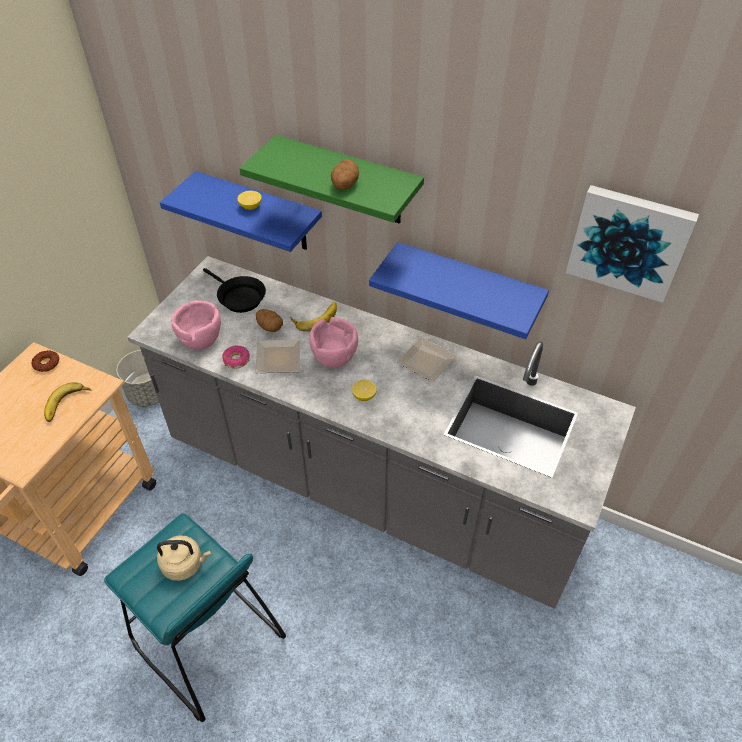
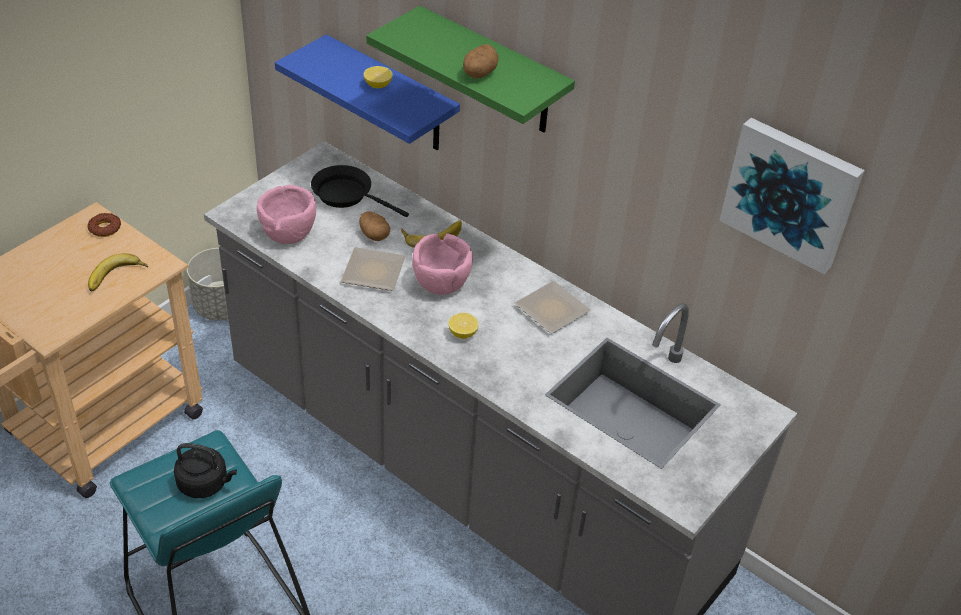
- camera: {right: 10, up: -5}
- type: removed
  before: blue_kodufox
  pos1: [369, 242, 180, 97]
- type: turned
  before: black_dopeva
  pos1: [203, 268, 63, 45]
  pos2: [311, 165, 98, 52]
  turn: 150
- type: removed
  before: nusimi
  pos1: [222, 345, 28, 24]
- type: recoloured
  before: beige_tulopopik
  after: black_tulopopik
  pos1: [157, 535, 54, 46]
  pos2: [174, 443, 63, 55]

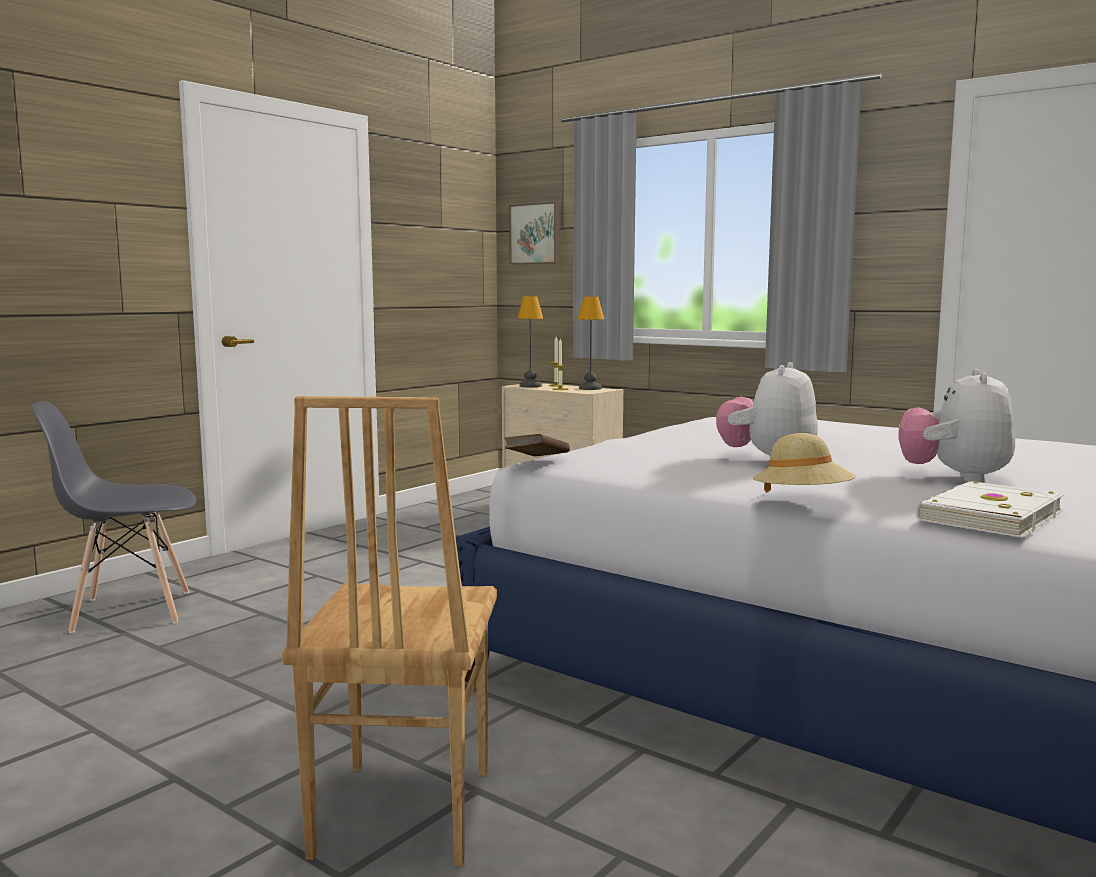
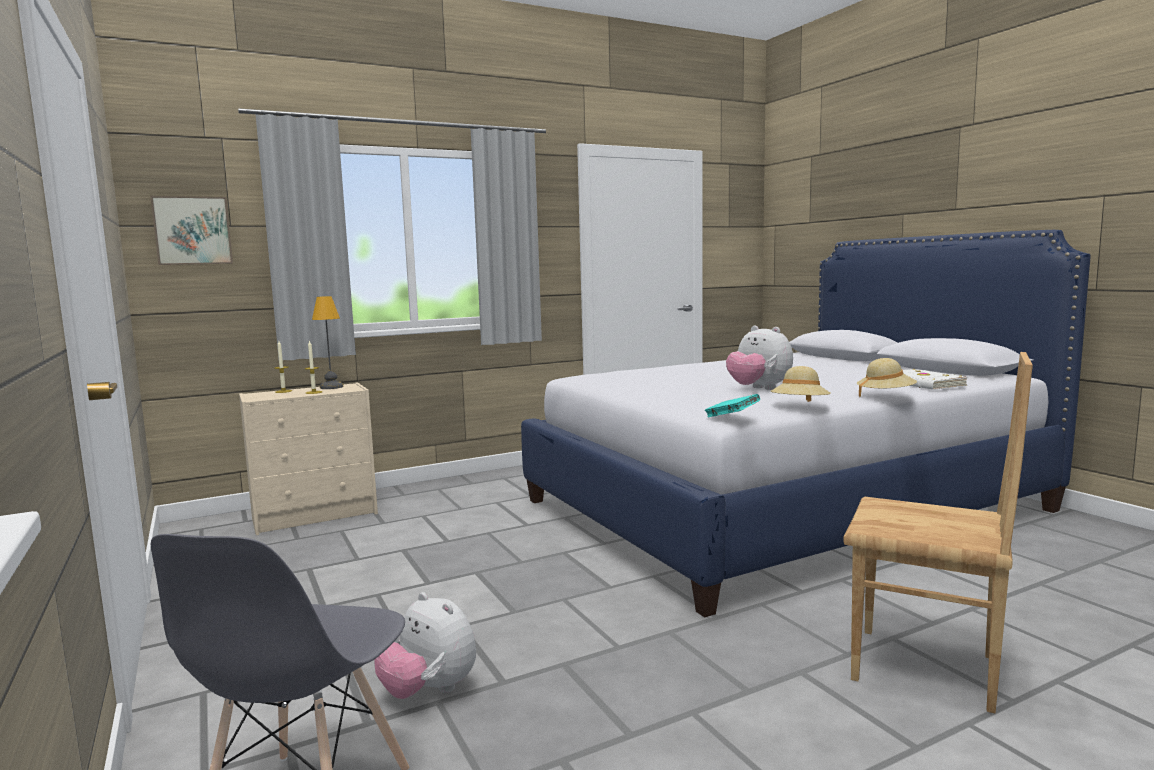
- camera: {right: -65, up: 0}
- type: removed
  before: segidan
  pos1: [517, 296, 26, 91]
- type: moved
  before: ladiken
  pos1: [898, 369, 117, 114]
  pos2: [374, 592, 102, 107]
- type: recoloured
  before: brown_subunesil
  after: turquoise_subunesil
  pos1: [504, 434, 66, 22]
  pos2: [705, 394, 55, 24]
- type: added
  after: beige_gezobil
  pos2: [771, 366, 60, 36]

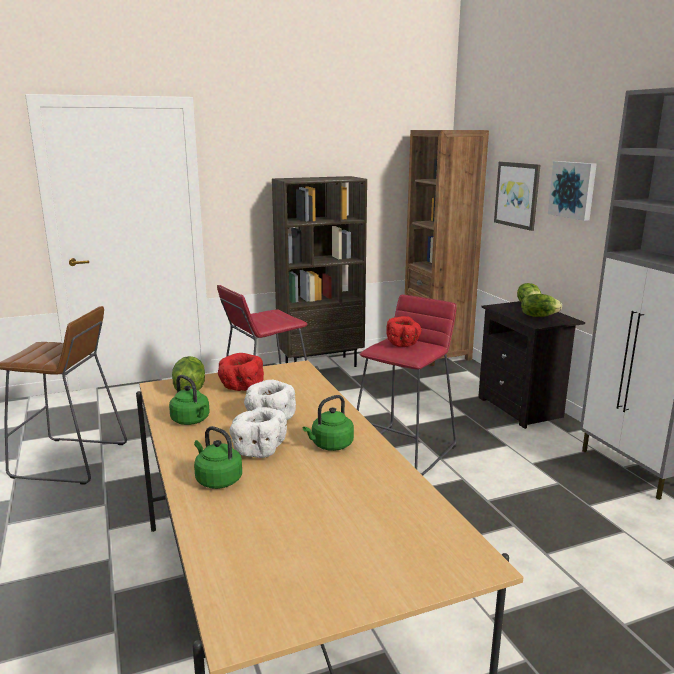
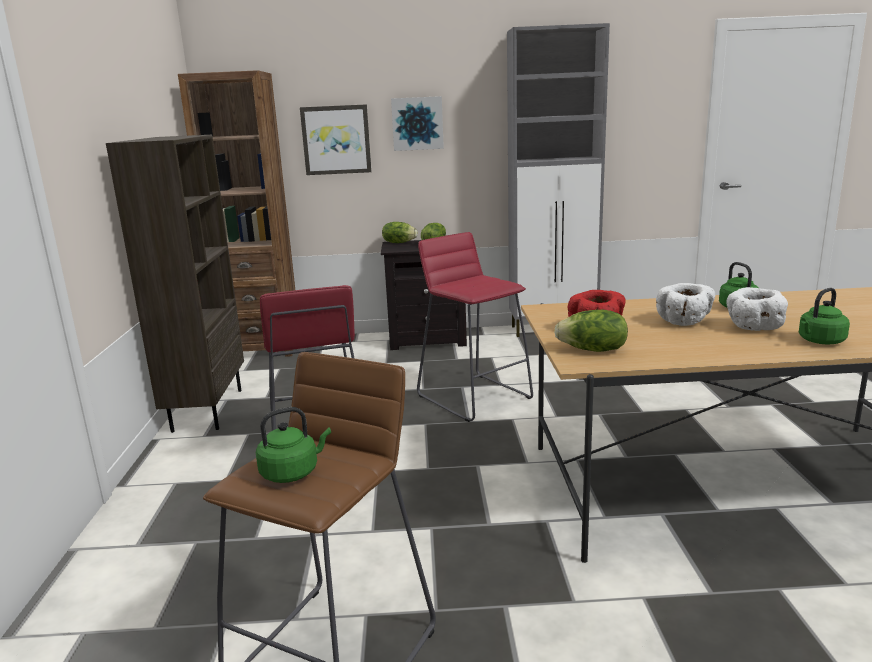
- camera: {right: -70, up: 0}
- type: removed
  before: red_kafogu
  pos1: [386, 316, 35, 31]
- type: moved
  before: green_tulopopik
  pos1: [169, 375, 41, 50]
  pos2: [256, 407, 75, 76]

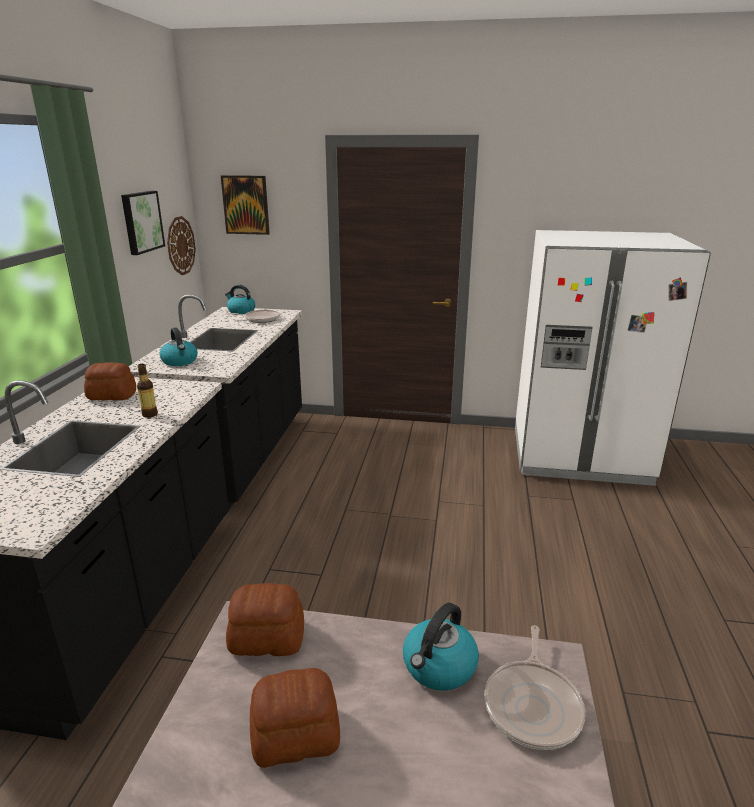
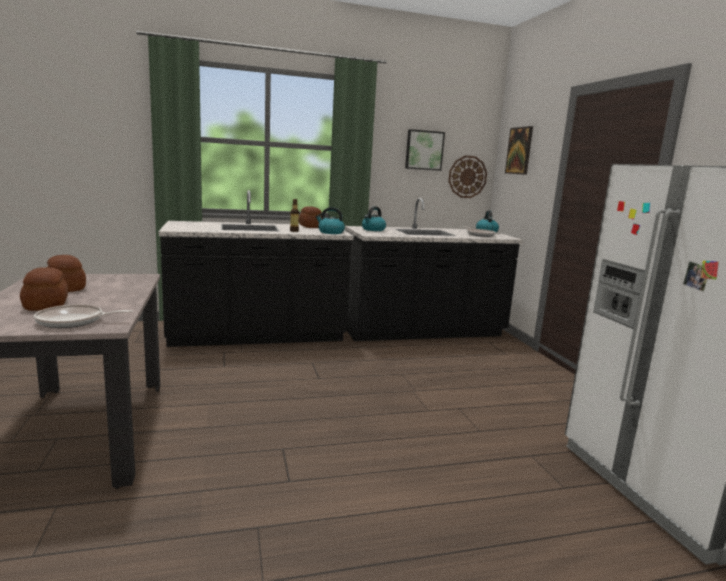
- camera: {right: 65, up: -10}
- type: moved
  before: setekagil
  pos1: [226, 583, 78, 73]
  pos2: [20, 267, 48, 44]
- type: moved
  before: tulopopik
  pos1: [403, 603, 76, 88]
  pos2: [315, 207, 30, 27]

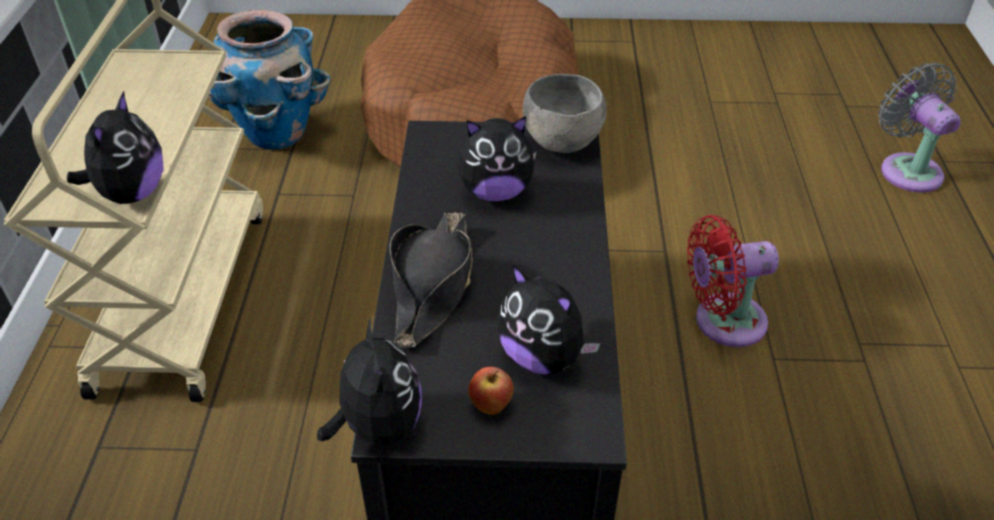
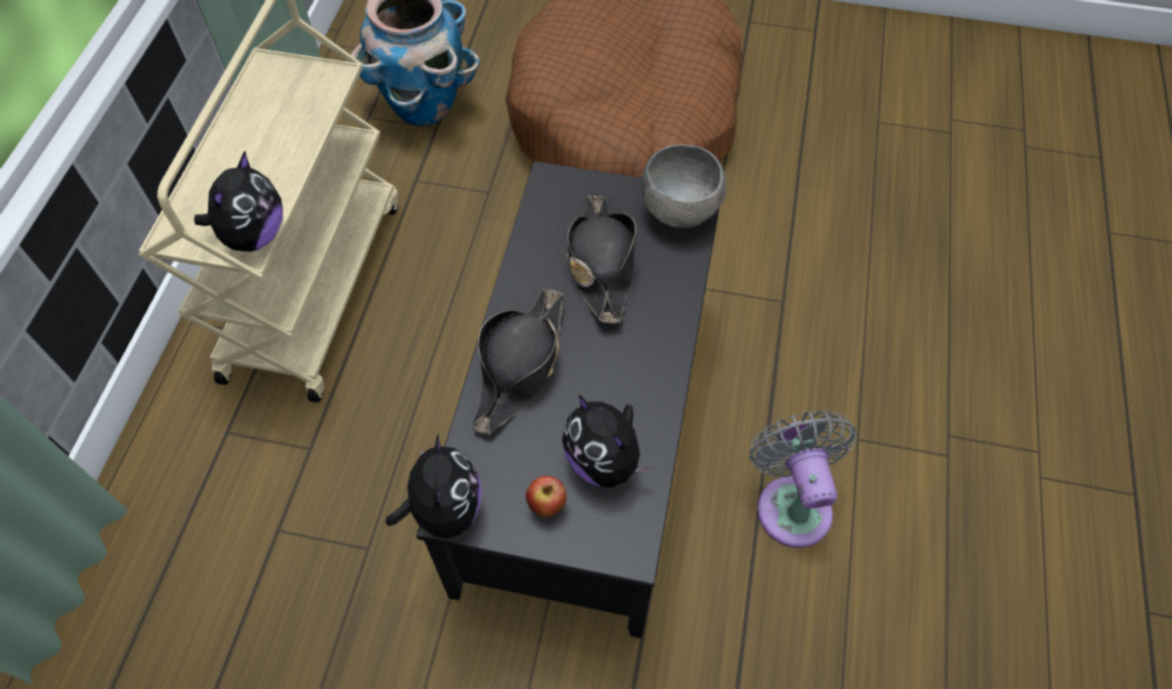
- camera: {right: 10, up: 15}
- type: moved
  before: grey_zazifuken
  pos1: [878, 63, 83, 130]
  pos2: [749, 411, 108, 137]
- type: replaced
  before: ladiken
  after: black_gezobil
  pos1: [458, 116, 79, 85]
  pos2: [567, 195, 69, 129]
- type: removed
  before: red_zazifuken
  pos1: [687, 215, 92, 132]

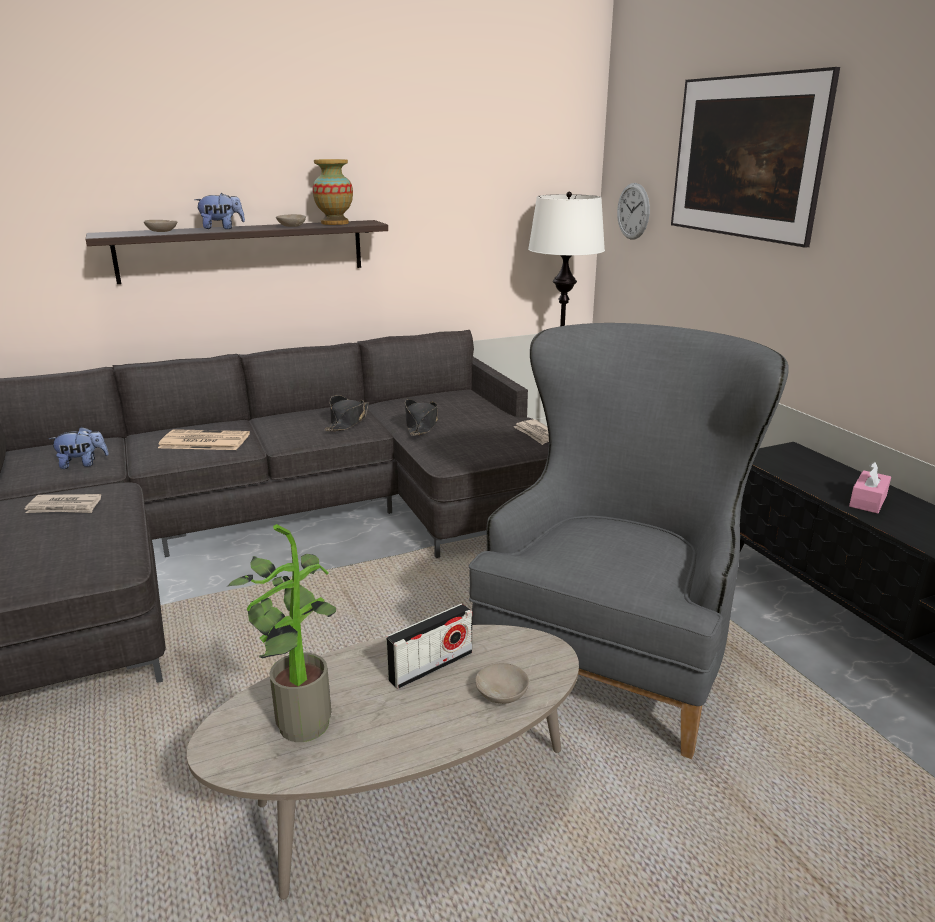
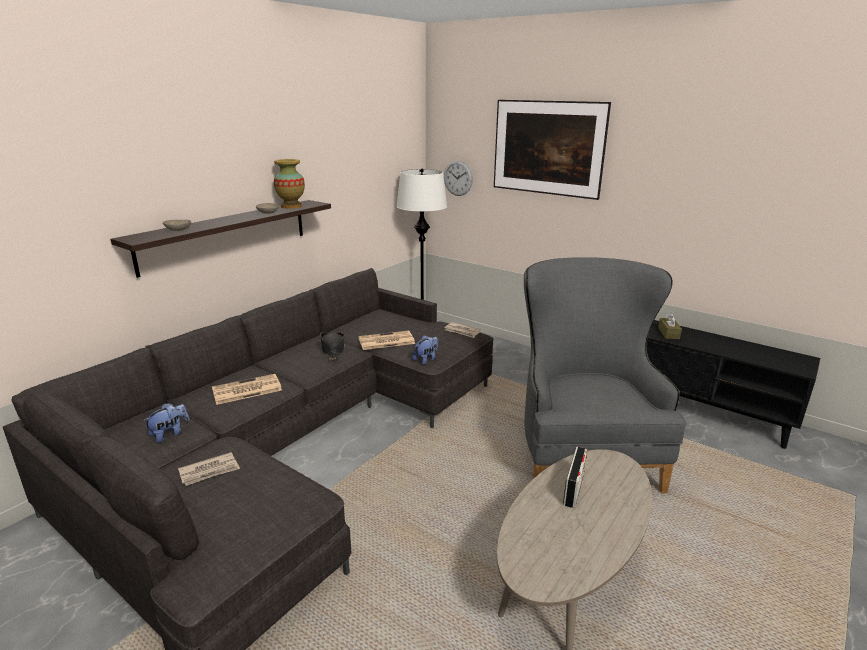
- camera: {right: -30, up: 0}
- type: moved
  before: ladiken
  pos1: [194, 193, 51, 36]
  pos2: [413, 336, 25, 29]
- type: replaced
  before: black_gezobil
  after: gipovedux
  pos1: [405, 399, 33, 37]
  pos2: [358, 331, 57, 19]
- type: recoloured
  before: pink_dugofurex
  after: brown_dugofurex
  pos1: [849, 461, 42, 53]
  pos2: [658, 313, 24, 26]
- type: removed
  before: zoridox
  pos1: [227, 524, 109, 218]
- type: removed
  before: beige_kafogu
  pos1: [475, 663, 54, 41]

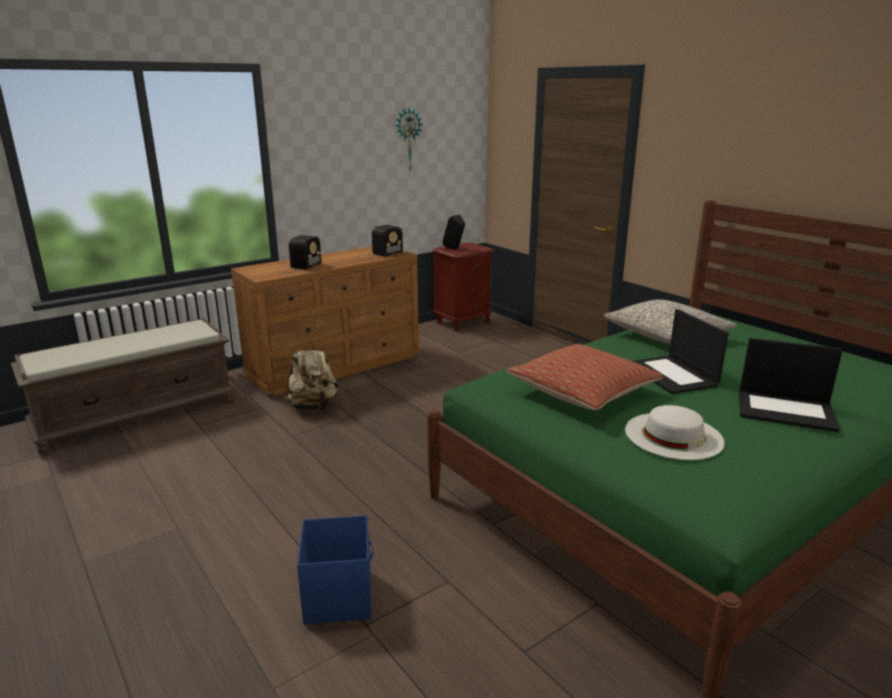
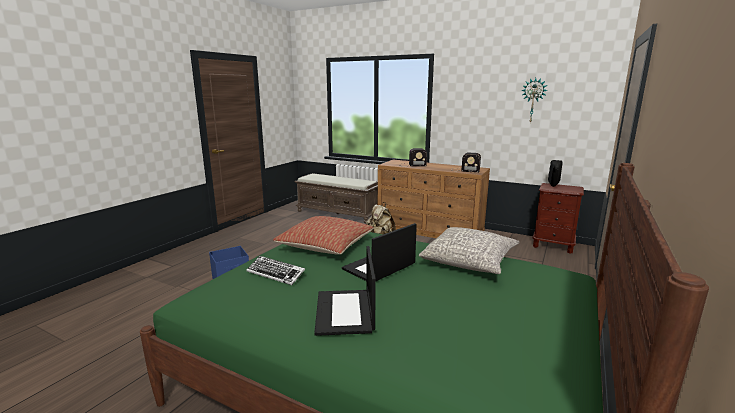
- camera: {right: 65, up: -5}
- type: replaced
  before: white_gezobil
  after: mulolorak
  pos1: [625, 405, 100, 55]
  pos2: [246, 256, 59, 29]

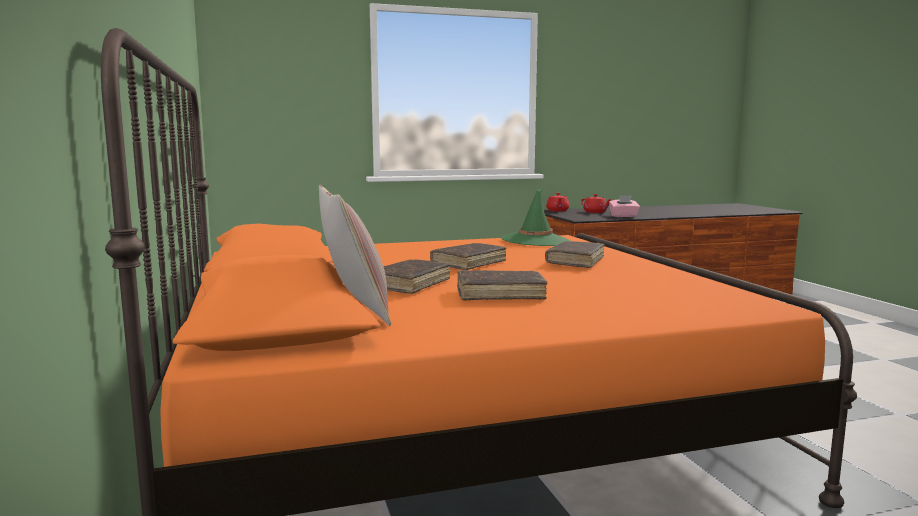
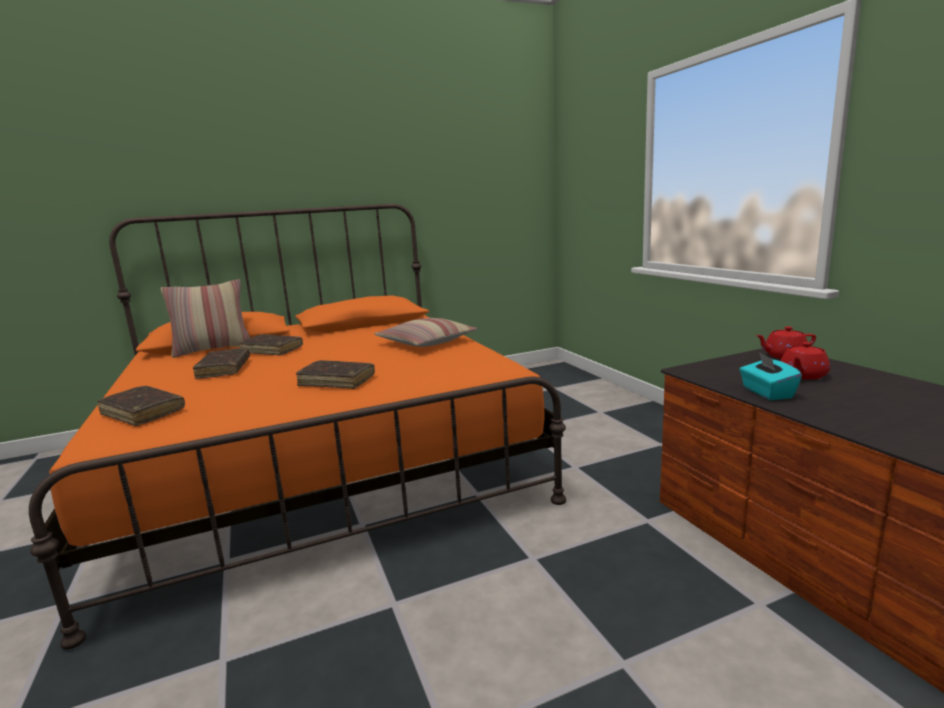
- camera: {right: 85, up: 5}
- type: removed
  before: green_gezobil
  pos1: [501, 188, 69, 58]
- type: recoloured
  before: pink_dugofurex
  after: turquoise_dugofurex
  pos1: [609, 196, 31, 21]
  pos2: [739, 352, 63, 48]
- type: moved
  before: brown_subunesil
  pos1: [430, 243, 77, 27]
  pos2: [98, 386, 87, 40]
- type: added
  after: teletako
  pos2: [374, 318, 103, 29]

